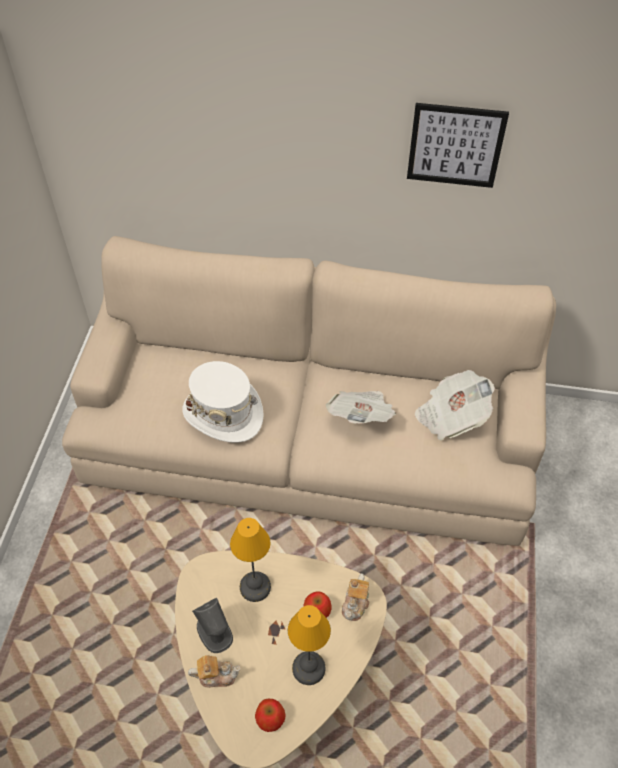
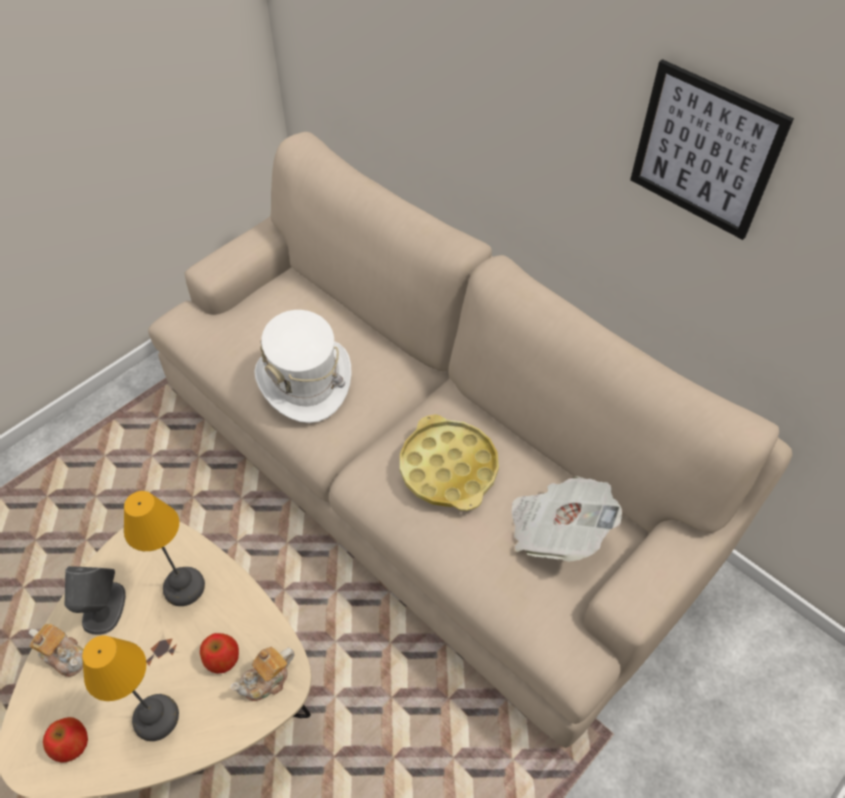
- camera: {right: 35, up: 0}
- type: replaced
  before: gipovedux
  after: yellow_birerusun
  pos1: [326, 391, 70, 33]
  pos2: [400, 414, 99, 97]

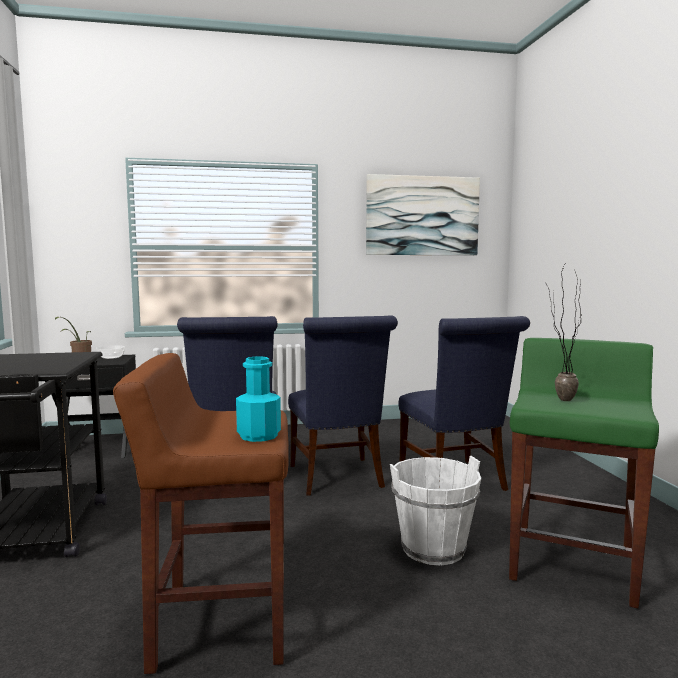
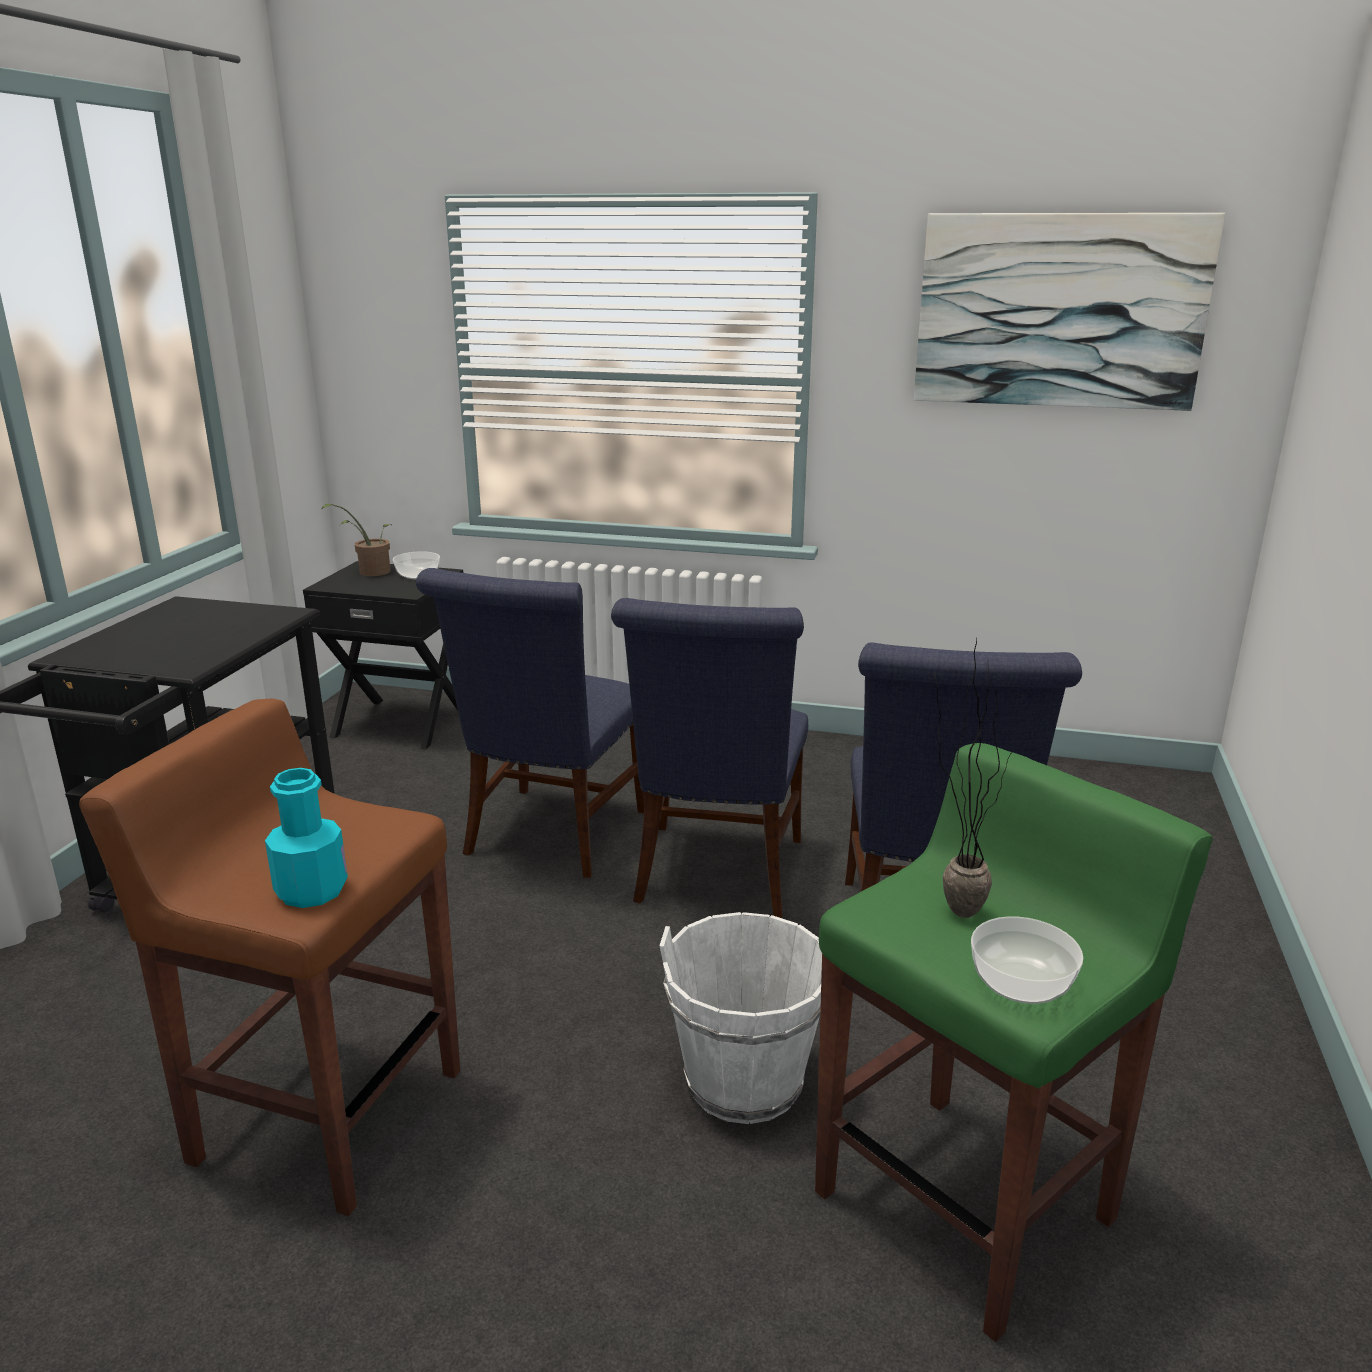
- camera: {right: 25, up: 15}
- type: added
  after: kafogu
  pos2: [971, 916, 112, 88]

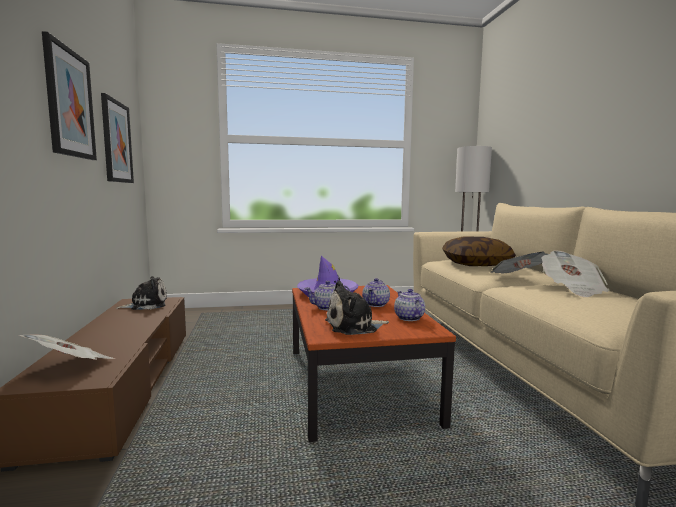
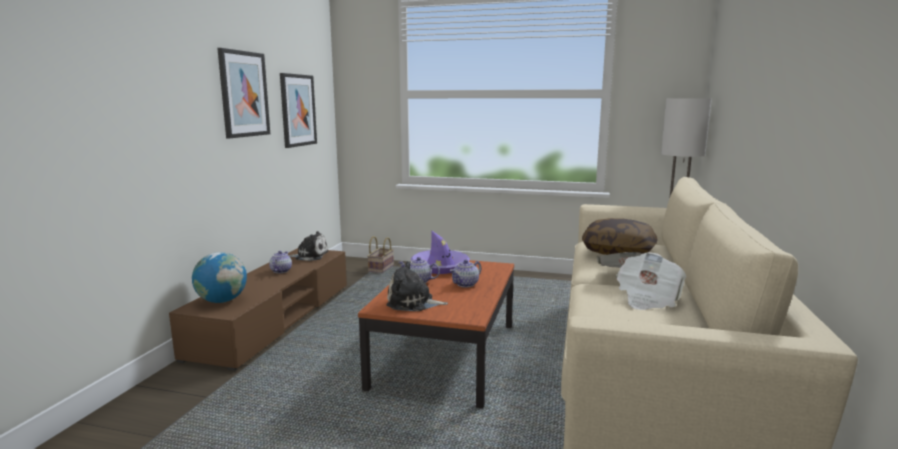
- camera: {right: 25, up: 5}
- type: moved
  before: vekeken
  pos1: [394, 289, 31, 32]
  pos2: [269, 251, 23, 22]
- type: replaced
  before: gipovedux
  after: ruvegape
  pos1: [18, 335, 97, 25]
  pos2: [192, 252, 55, 51]
- type: added
  after: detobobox
  pos2: [367, 236, 27, 37]

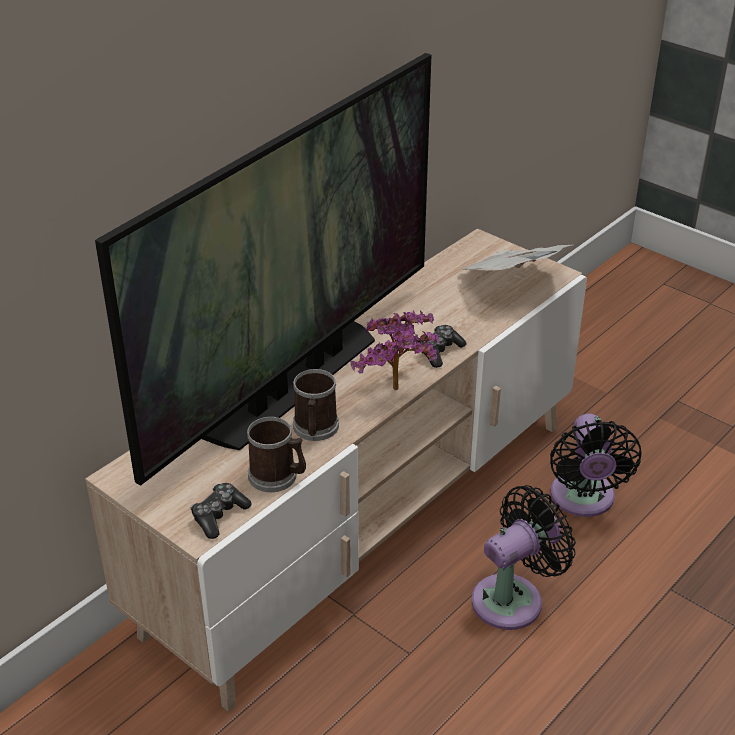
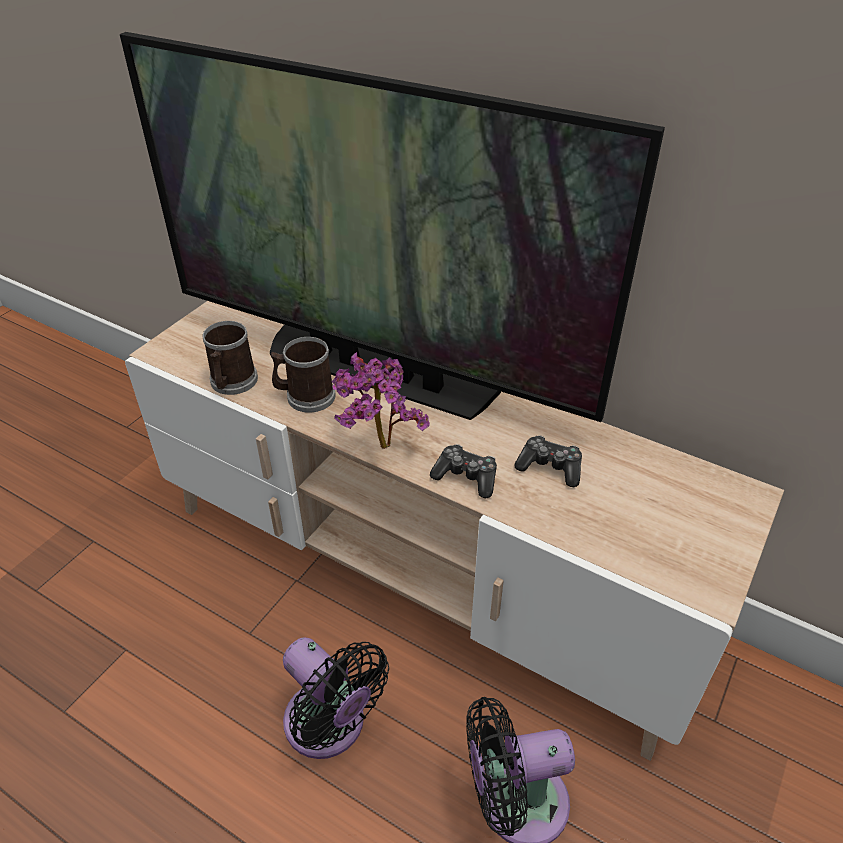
- camera: {right: 80, up: 5}
- type: removed
  before: gipovedux
  pos1: [460, 245, 112, 26]
- type: moved
  before: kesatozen
  pos1: [190, 483, 62, 56]
  pos2: [515, 435, 67, 52]

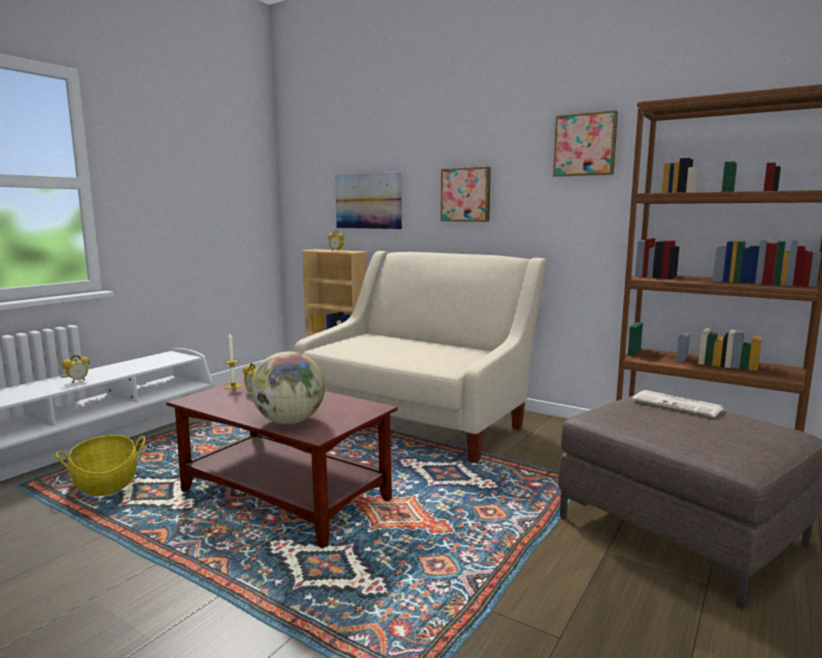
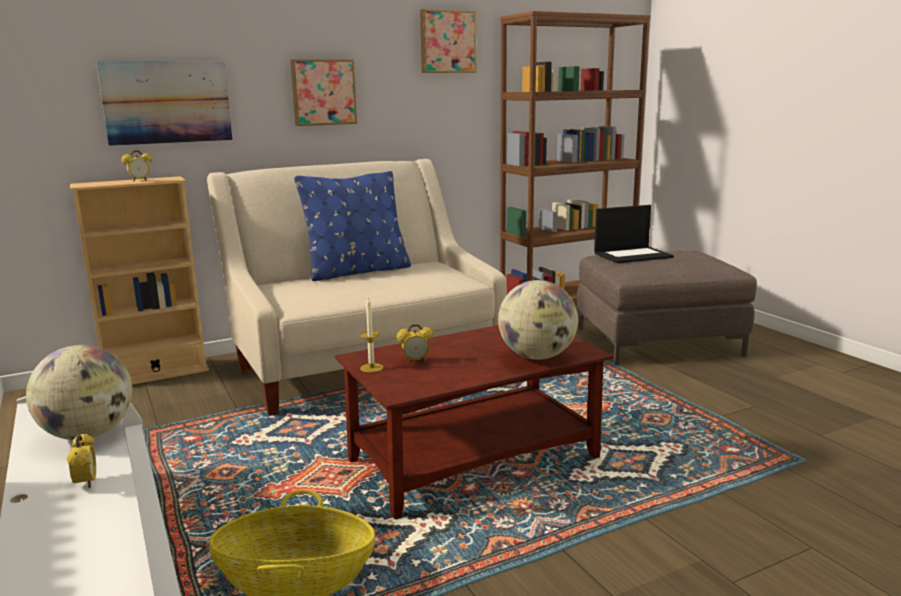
- camera: {right: -60, up: 5}
- type: replaced
  before: gipovedux
  after: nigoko
  pos1: [632, 390, 92, 27]
  pos2: [594, 205, 80, 59]
- type: added
  after: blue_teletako
  pos2: [294, 171, 117, 110]
- type: added
  after: ruvegape
  pos2: [26, 345, 106, 95]

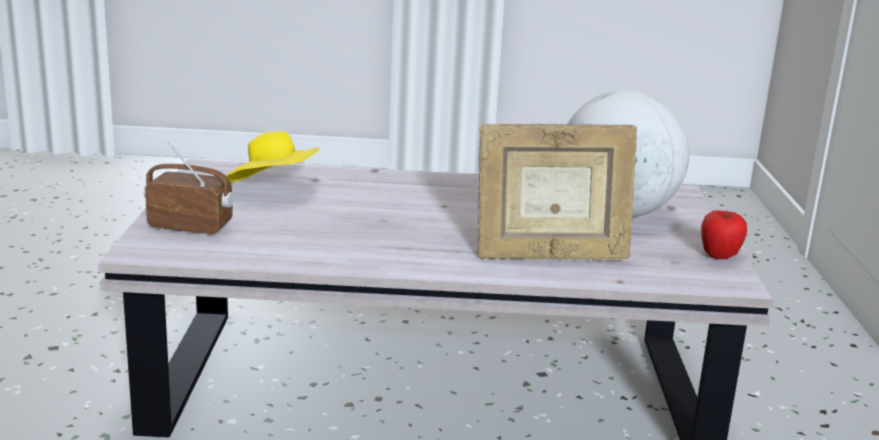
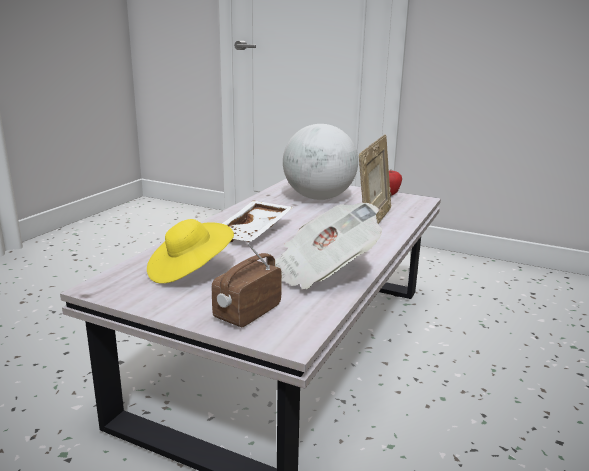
- camera: {right: -65, up: 0}
- type: added
  after: white_birerusun
  pos2: [222, 201, 71, 41]
- type: added
  after: gipovedux
  pos2: [275, 203, 107, 86]

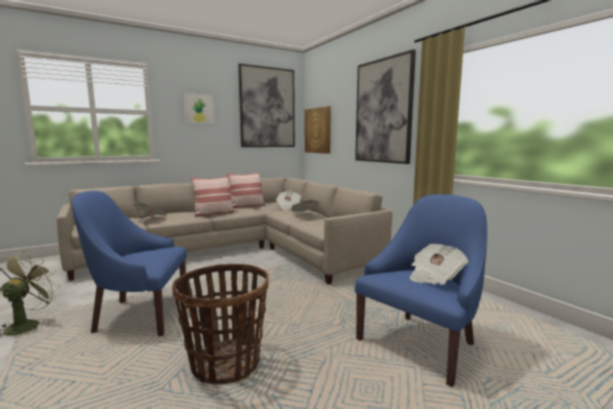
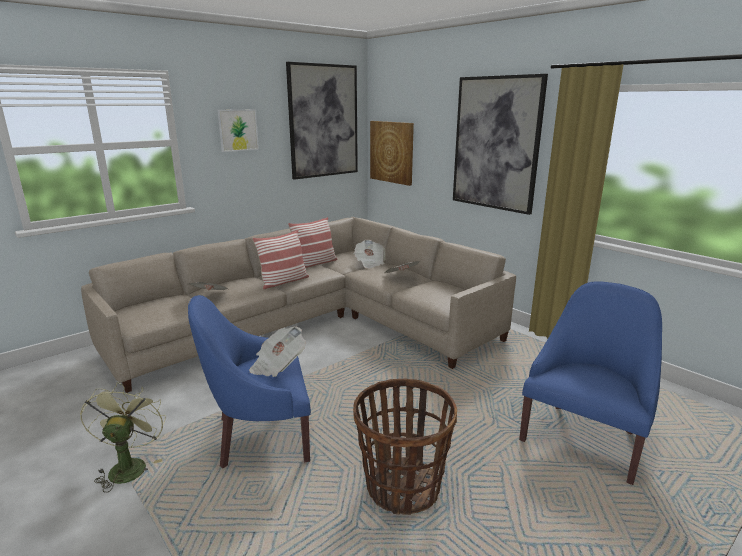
- camera: {right: -10, up: 10}
- type: moved
  before: gipovedux
  pos1: [410, 244, 58, 41]
  pos2: [249, 327, 57, 50]

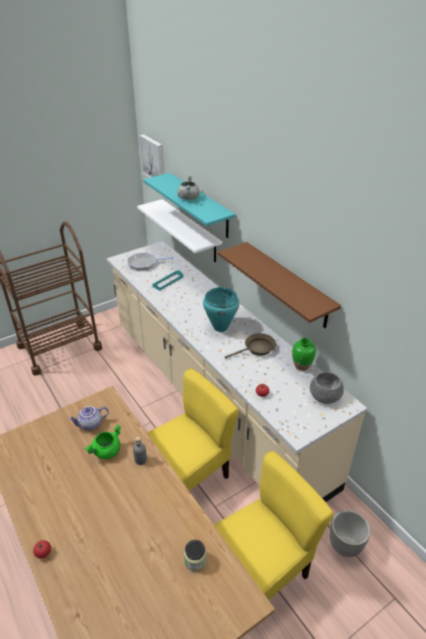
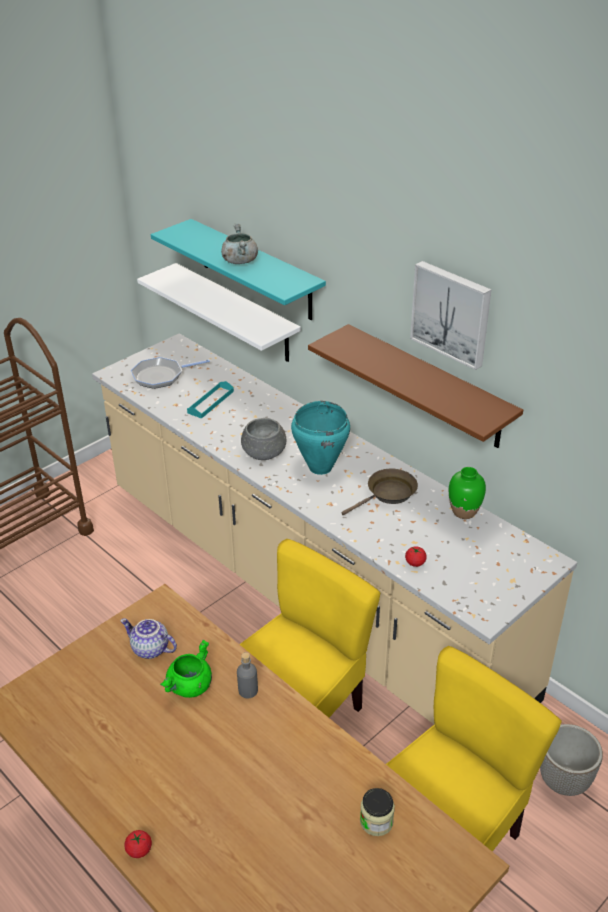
- camera: {right: -10, up: 0}
- type: moved
  before: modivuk
  pos1: [139, 134, 25, 44]
  pos2: [410, 261, 82, 109]
- type: moved
  before: grey_kafogu
  pos1: [310, 372, 34, 32]
  pos2: [241, 418, 45, 42]
- type: turned
  before: vekeken
  pos1: [68, 406, 41, 24]
  pos2: [120, 618, 57, 41]
  turn: 60

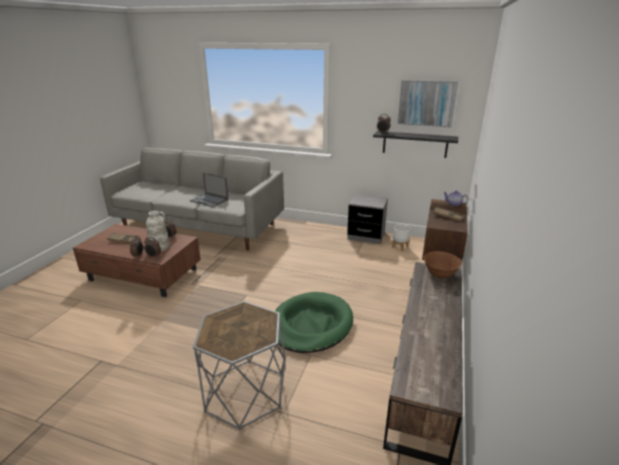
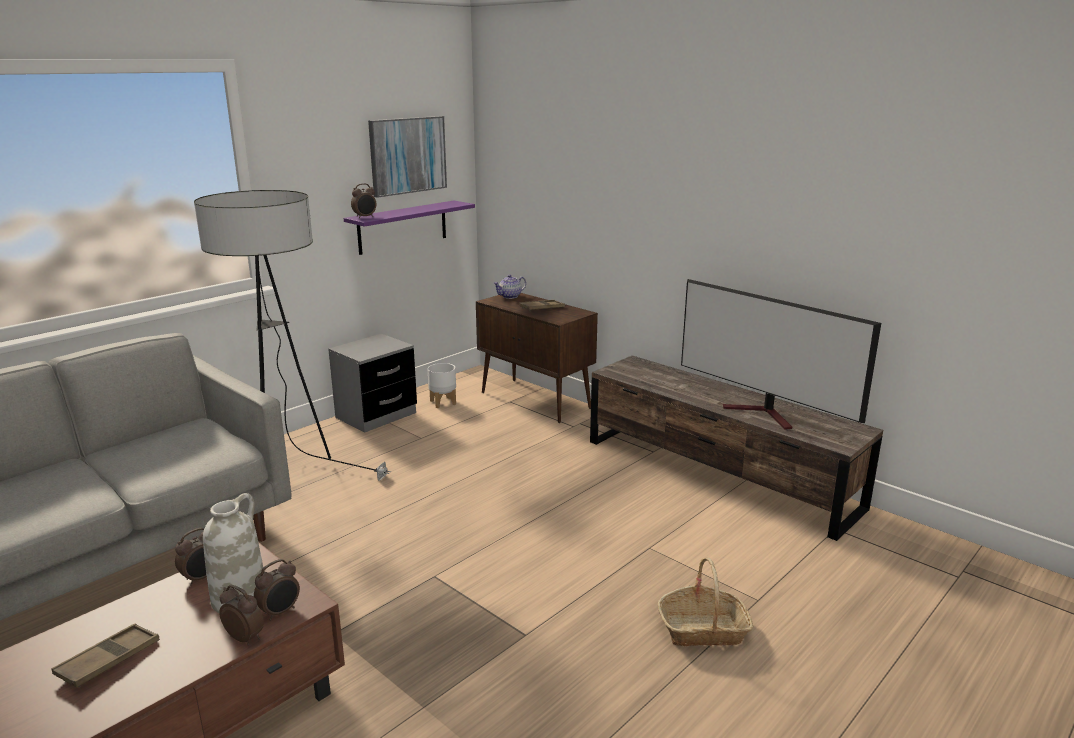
- camera: {right: -65, up: -5}
- type: recoloured
  before: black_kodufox
  after: purple_kodufox
  pos1: [373, 131, 85, 27]
  pos2: [344, 201, 131, 54]
- type: removed
  before: nigoko
  pos1: [190, 172, 39, 35]
- type: removed
  before: brown_kafogu
  pos1: [424, 251, 38, 27]
- type: removed
  before: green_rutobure
  pos1: [275, 292, 78, 61]
- type: replaced
  before: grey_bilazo
  after: detobobox
  pos1: [193, 301, 93, 129]
  pos2: [658, 557, 96, 89]
- type: added
  after: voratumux
  pos2: [194, 190, 197, 291]
- type: added
  after: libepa
  pos2: [681, 279, 200, 151]

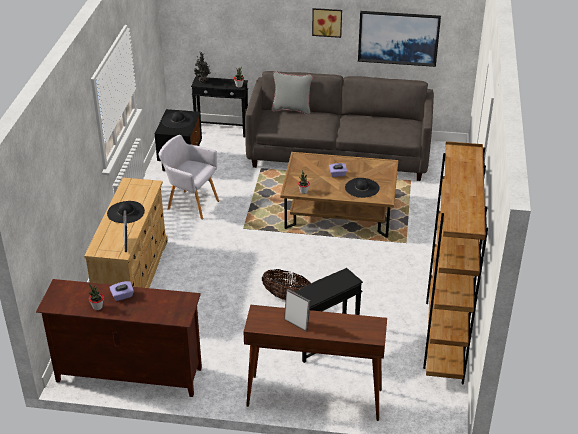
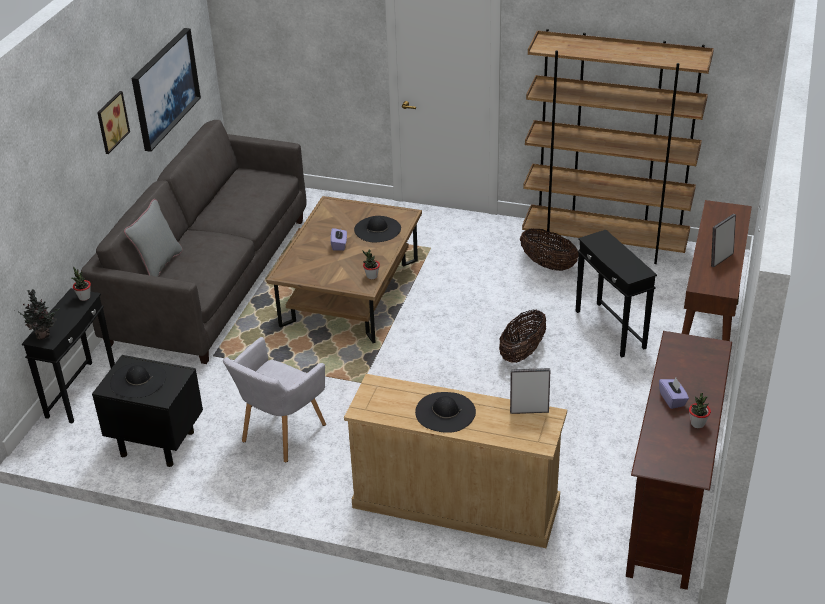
- camera: {right: -80, up: 0}
- type: added
  after: detobobox
  pos2: [520, 229, 59, 42]

